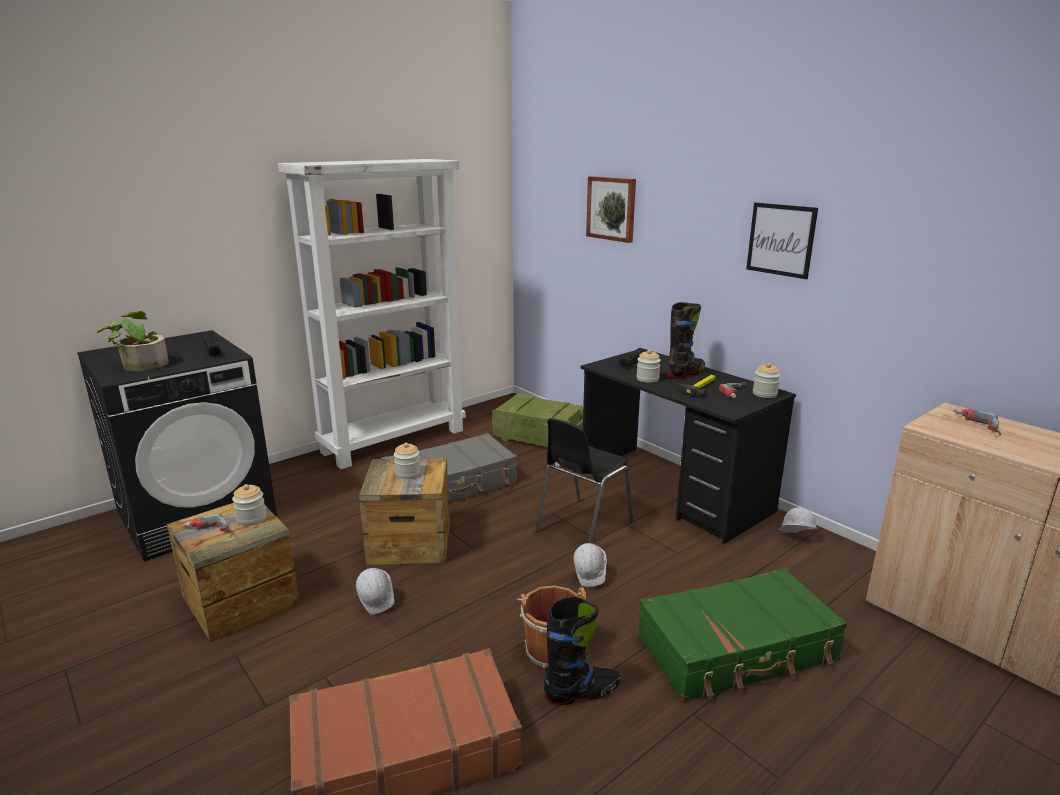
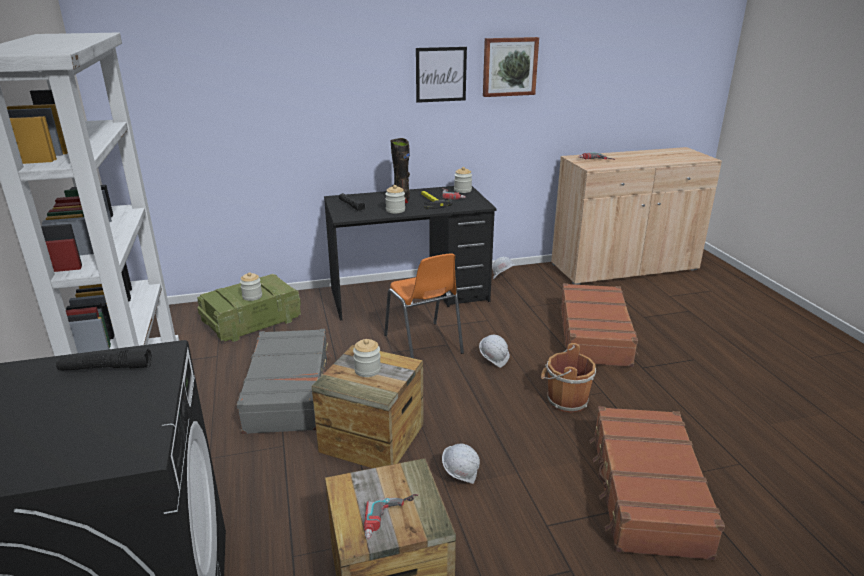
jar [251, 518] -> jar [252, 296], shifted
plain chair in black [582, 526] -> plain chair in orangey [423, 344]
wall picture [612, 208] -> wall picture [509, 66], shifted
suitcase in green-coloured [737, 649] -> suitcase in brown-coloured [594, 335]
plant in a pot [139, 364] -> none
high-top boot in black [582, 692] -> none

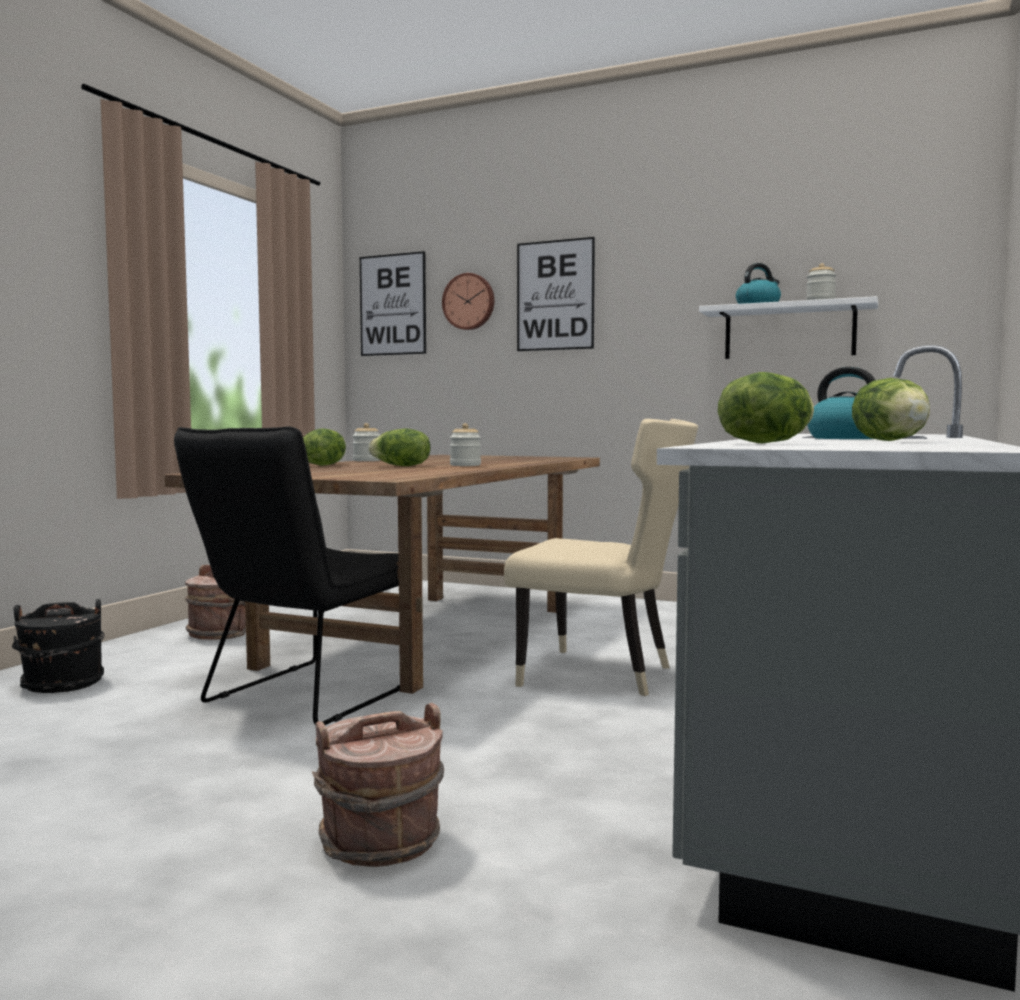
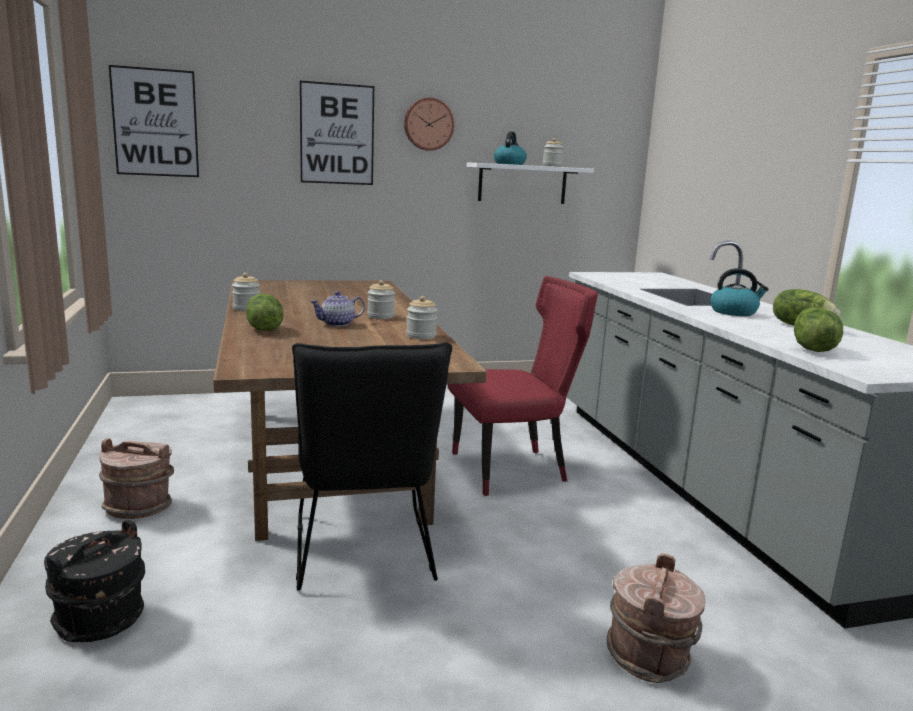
lettuce [401, 466] -> tea pot [337, 324]
hanging clock [469, 302] -> hanging clock [428, 124], shifted
none -> jar [421, 336]
plain chair in beige [603, 675] -> plain chair in reddish [514, 469]

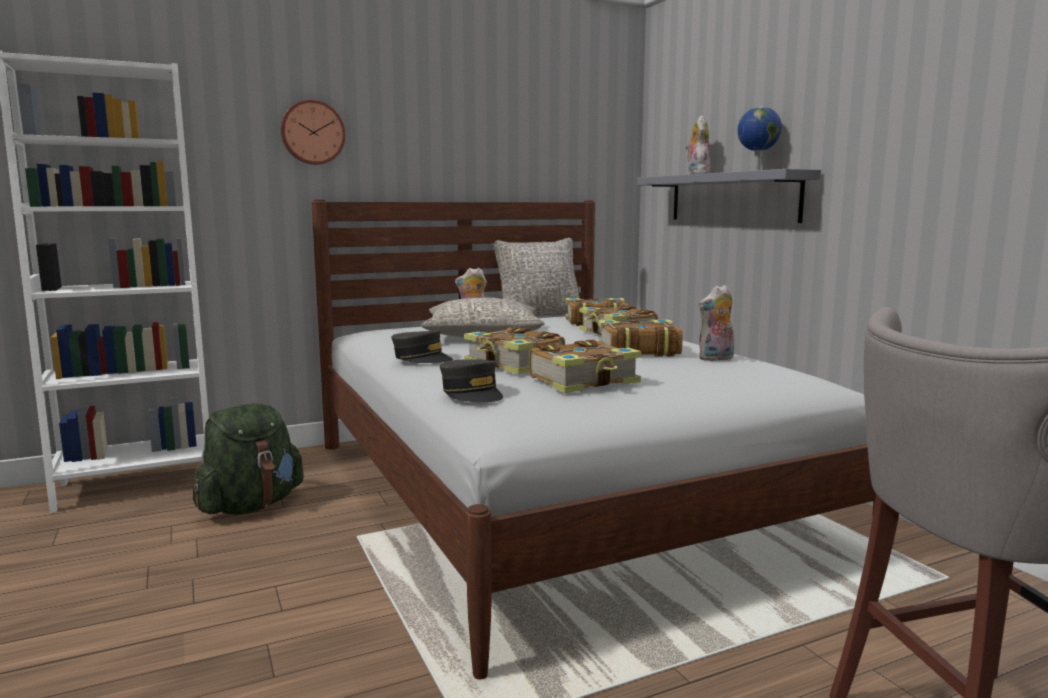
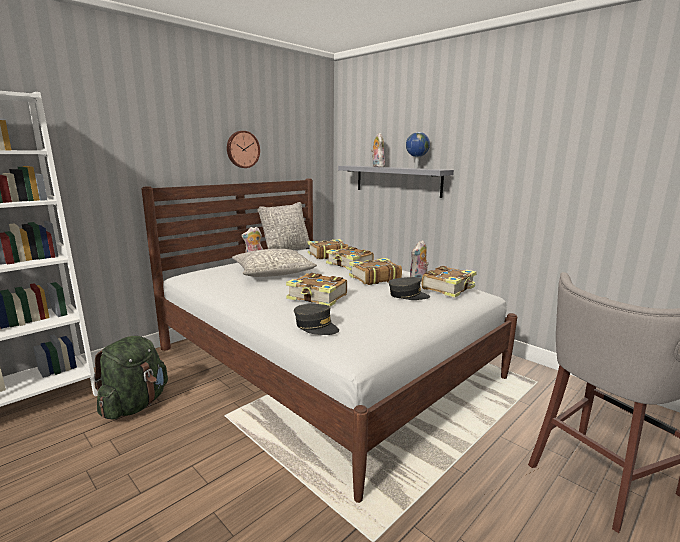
hanging clock [312, 133] -> hanging clock [242, 149], shifted
baseball cap in gray [422, 358] -> baseball cap in gray [408, 295], shifted
bound book [585, 381] -> bound book [449, 288], shifted

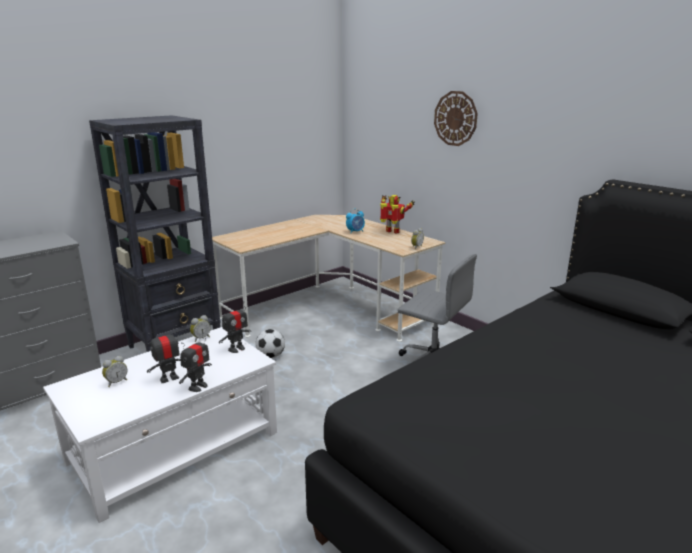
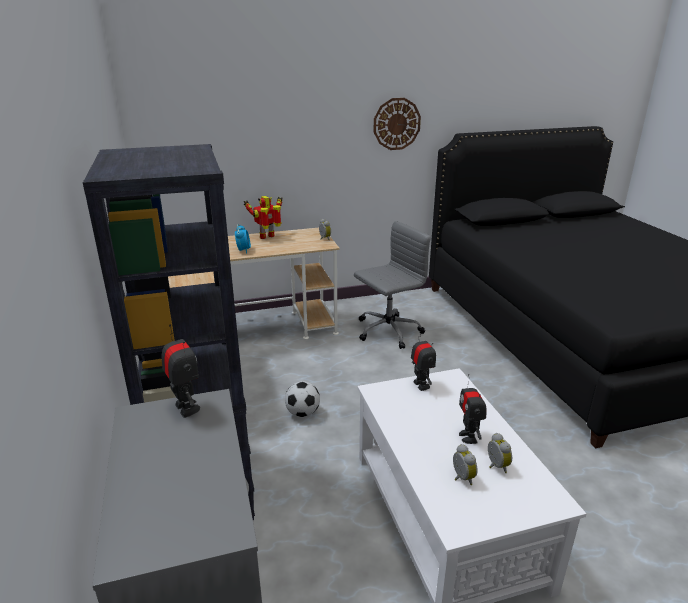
toy robot [198, 387] -> toy robot [186, 408], shifted
hanging clock [455, 118] -> hanging clock [396, 124], shifted
bedside clock [200, 338] -> bedside clock [496, 466], shifted

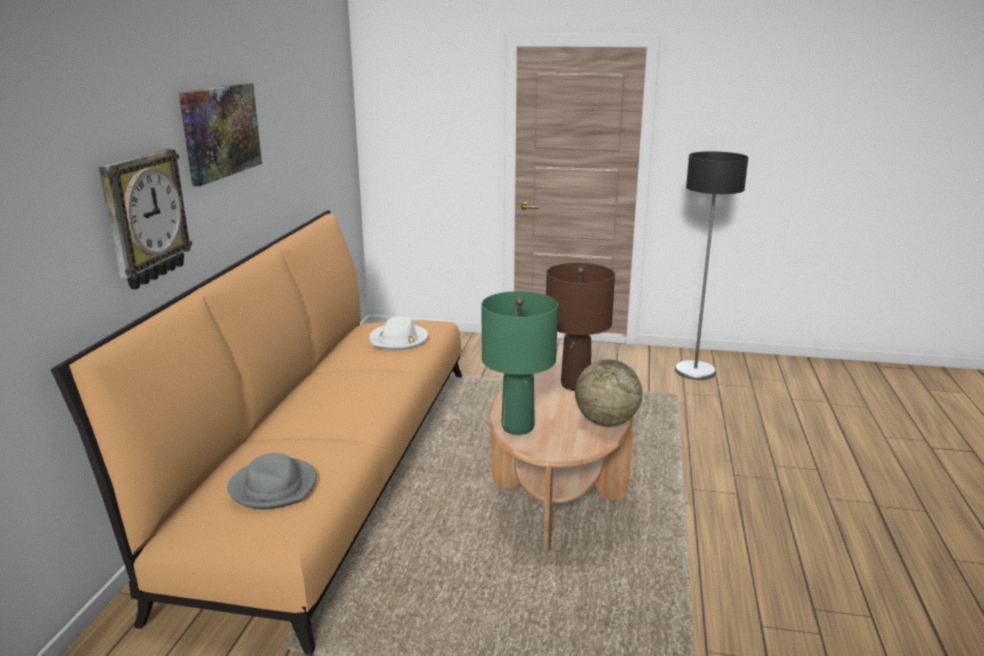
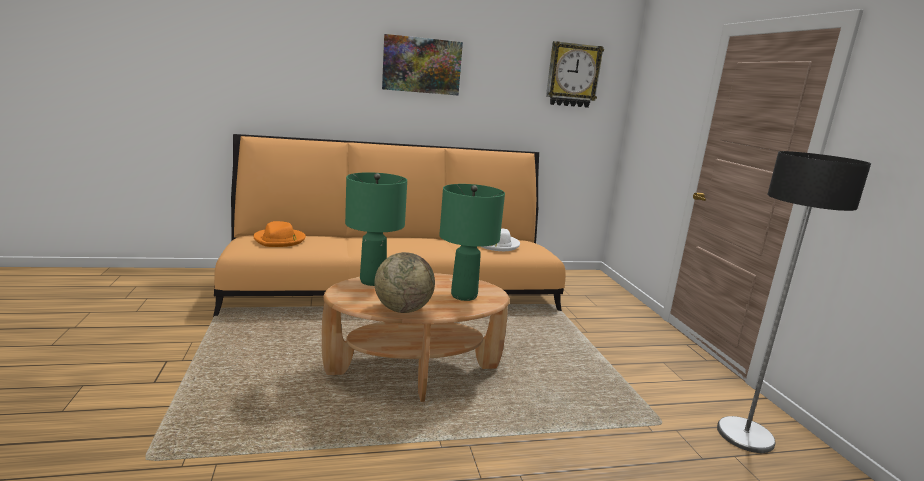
hat in gray [274, 487] -> hat in orangey [280, 240]
lamp for a table in brown-coloured [575, 385] -> lamp for a table in green-coloured [463, 295]
hanging clock [144, 218] -> hanging clock [572, 75], shifted

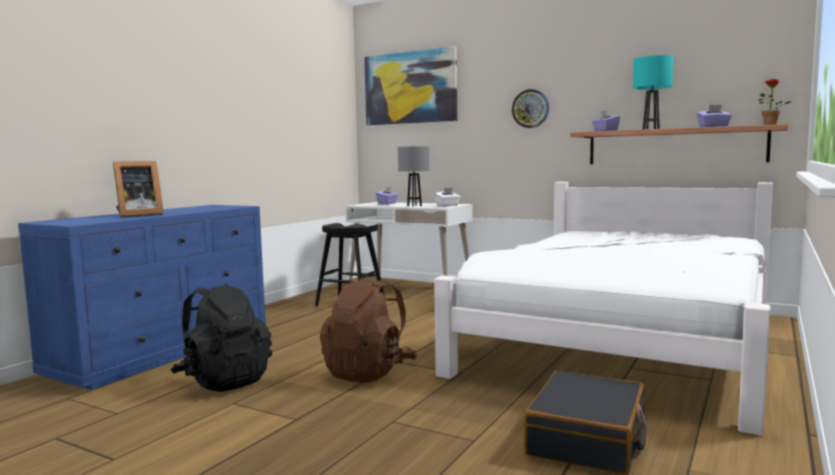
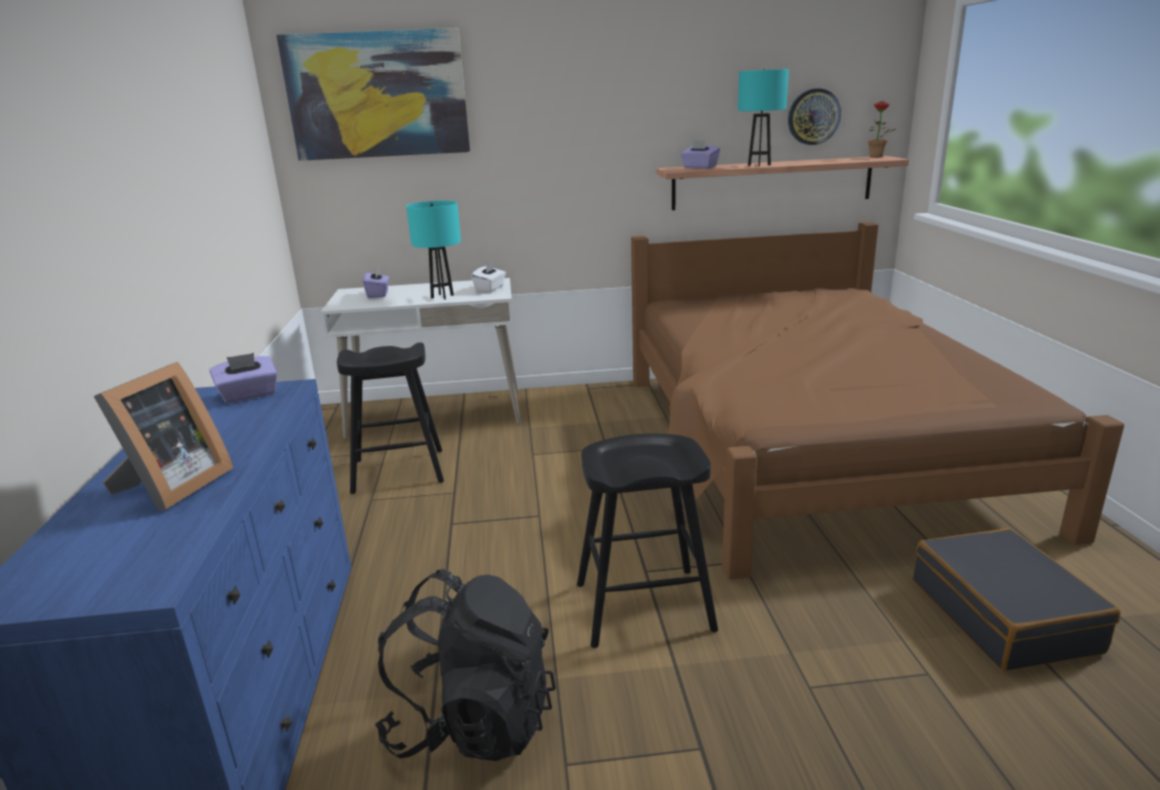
box of tissues in purple-coloured [713, 127] -> box of tissues in purple-coloured [249, 395], shifted
lamp for a table in gray [414, 206] -> lamp for a table in turquoise [442, 296]
knapsack in brown-coloured [369, 372] -> stool seat in black [643, 607]
bedroom bed in white [621, 342] -> bedroom bed in brown-coloured [808, 445]
hanging clock [530, 108] -> hanging clock [813, 116], shifted

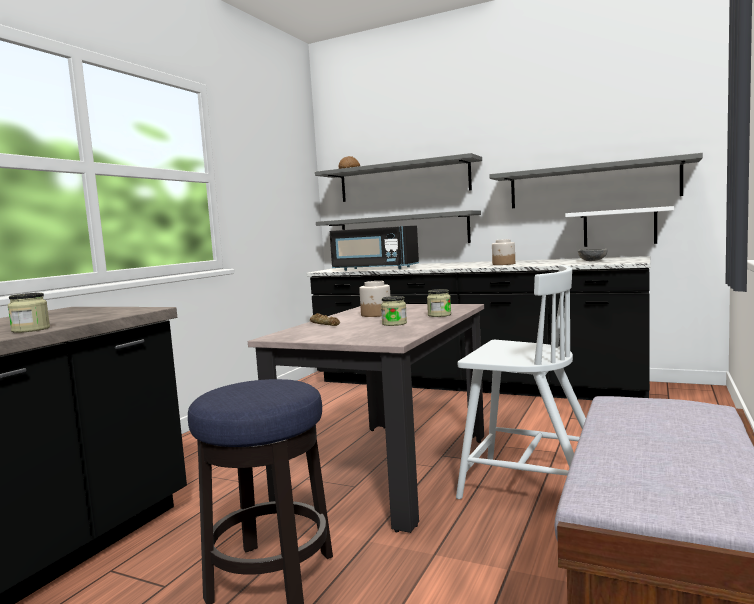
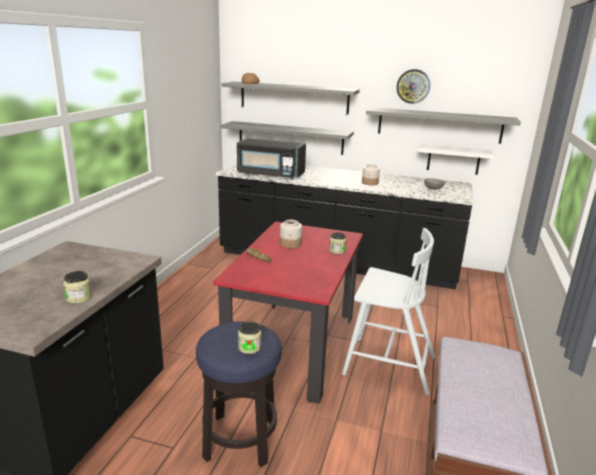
dinner table in beige [389, 468] -> dinner table in reddish [293, 346]
jar [394, 324] -> jar [249, 347], shifted
none -> hanging clock [413, 86]

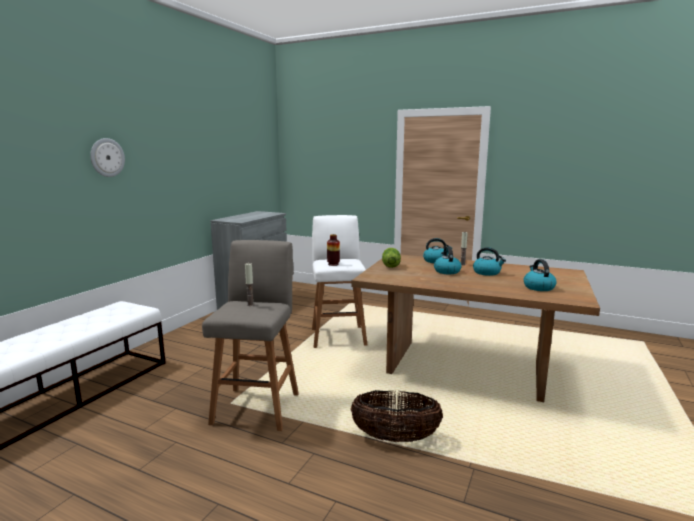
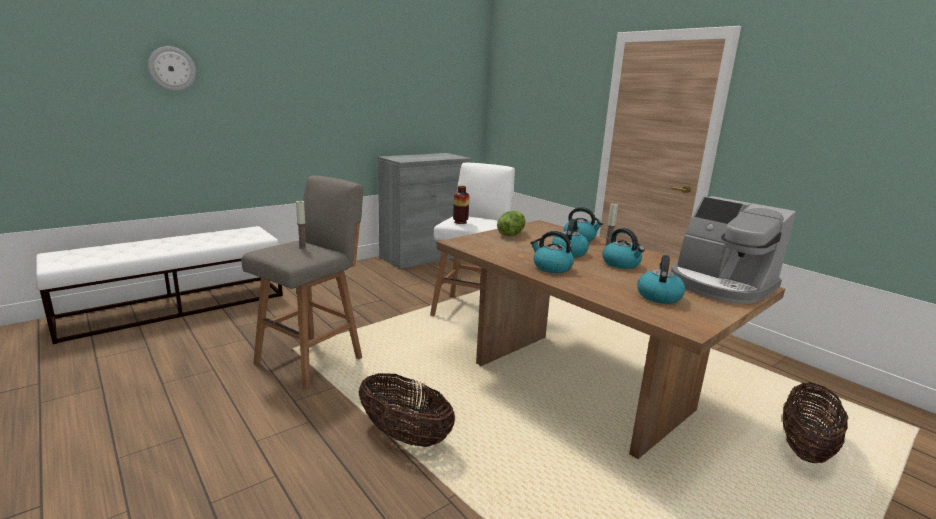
hanging clock [107, 157] -> hanging clock [172, 69], shifted
none -> kettle [551, 267]
none -> coffee maker [720, 285]
none -> household basket [805, 447]

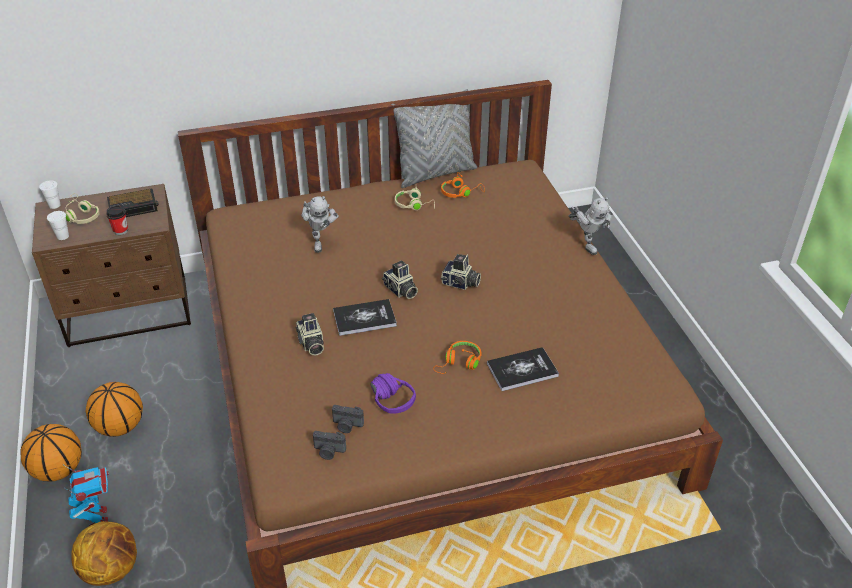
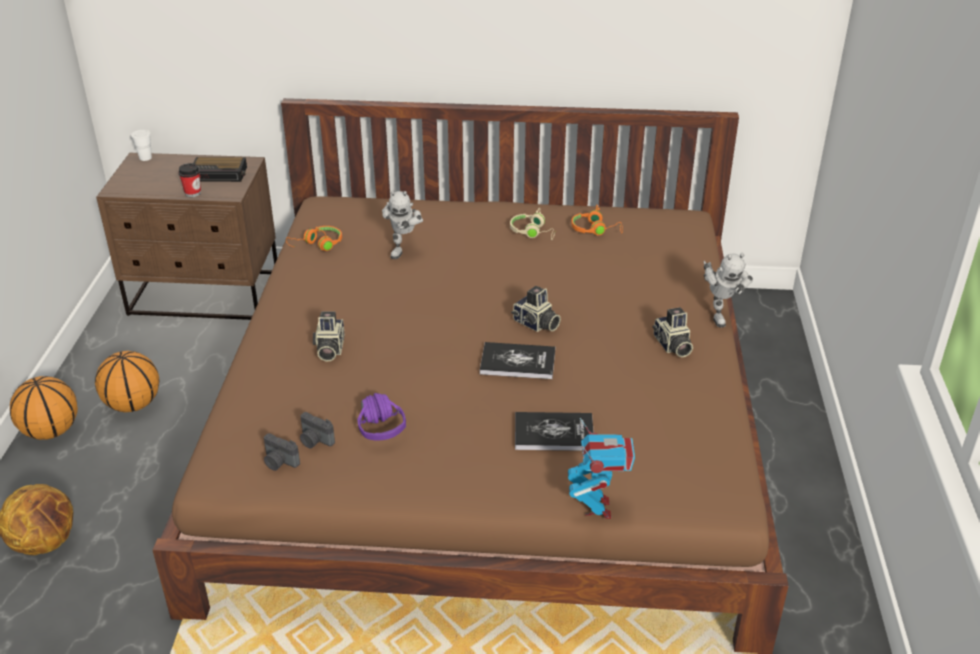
headset in orangey [459, 363] -> headset in orangey [318, 245], shifted
bound book [364, 318] -> bound book [517, 362], shifted
toy robot [98, 517] -> toy robot [598, 508], shifted
photo camera [400, 290] -> photo camera [672, 346], shifted
drinking cup in white [63, 236] -> none
headset in beige [81, 215] -> none
pillow in gray [435, 173] -> none

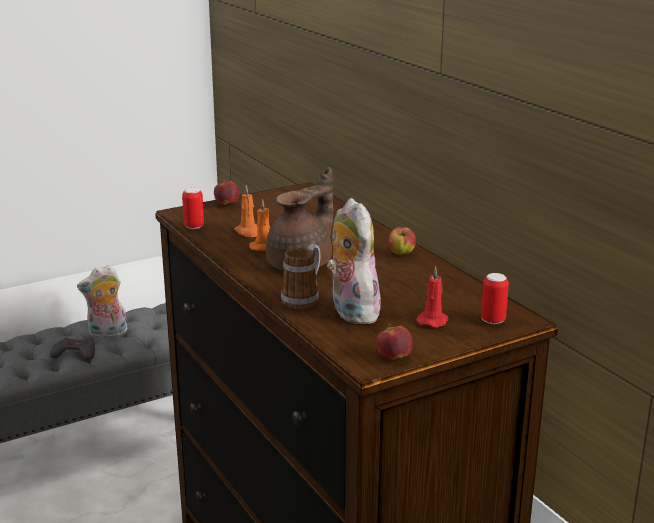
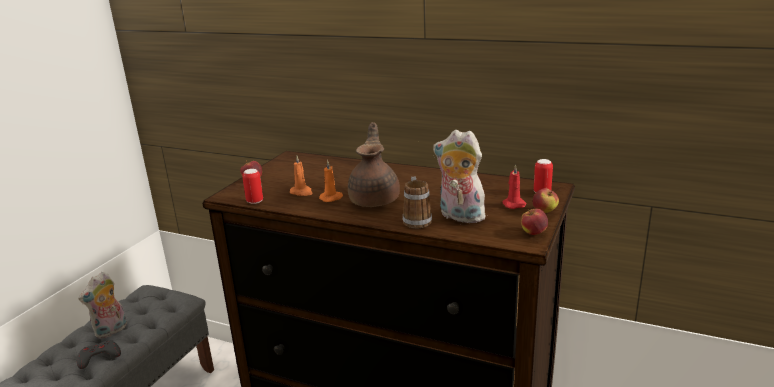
whole apple [401, 253] -> whole apple [544, 211], shifted

